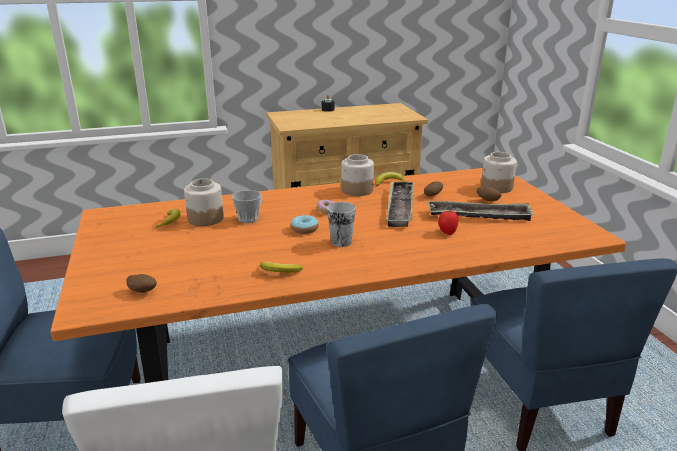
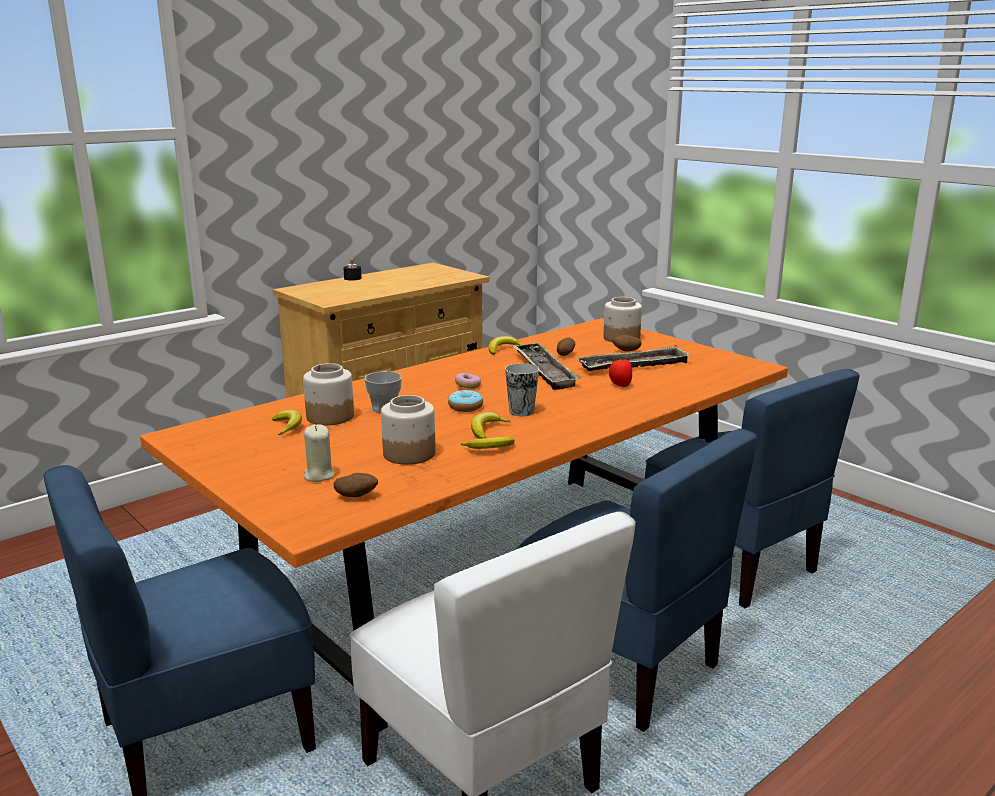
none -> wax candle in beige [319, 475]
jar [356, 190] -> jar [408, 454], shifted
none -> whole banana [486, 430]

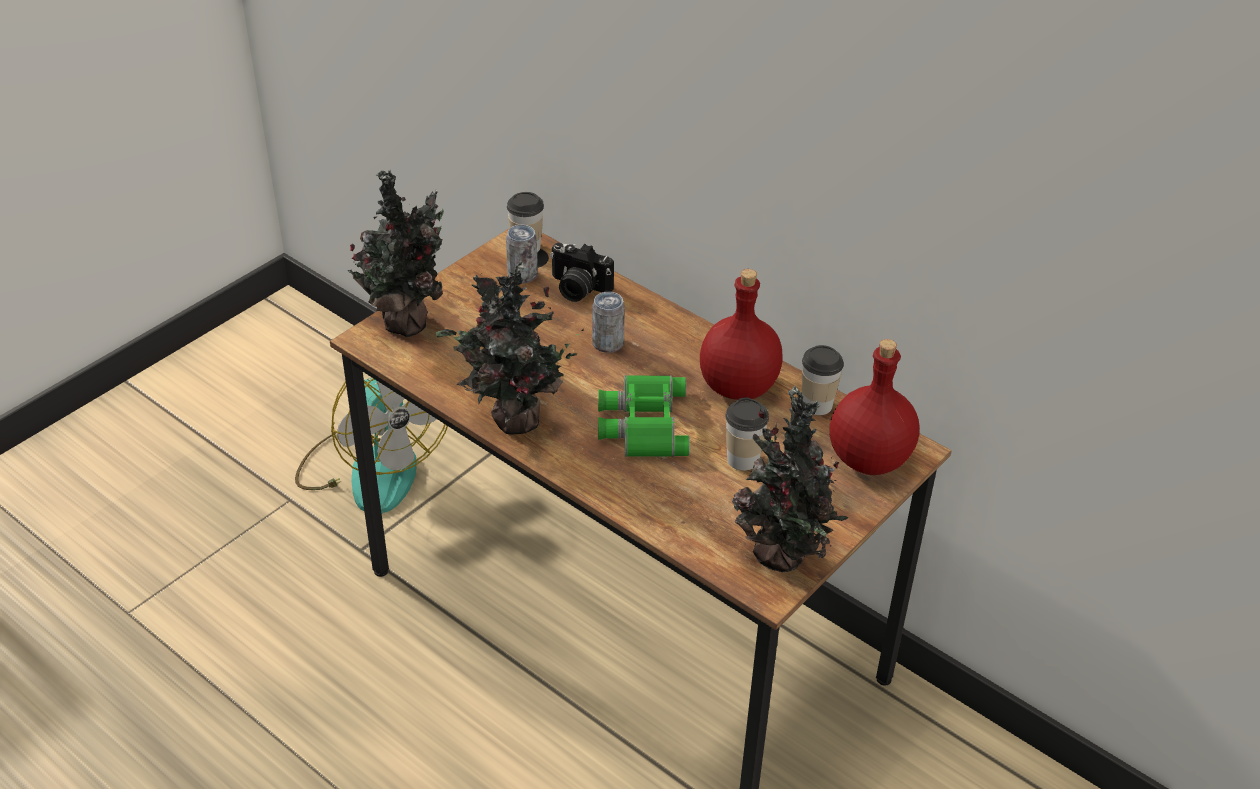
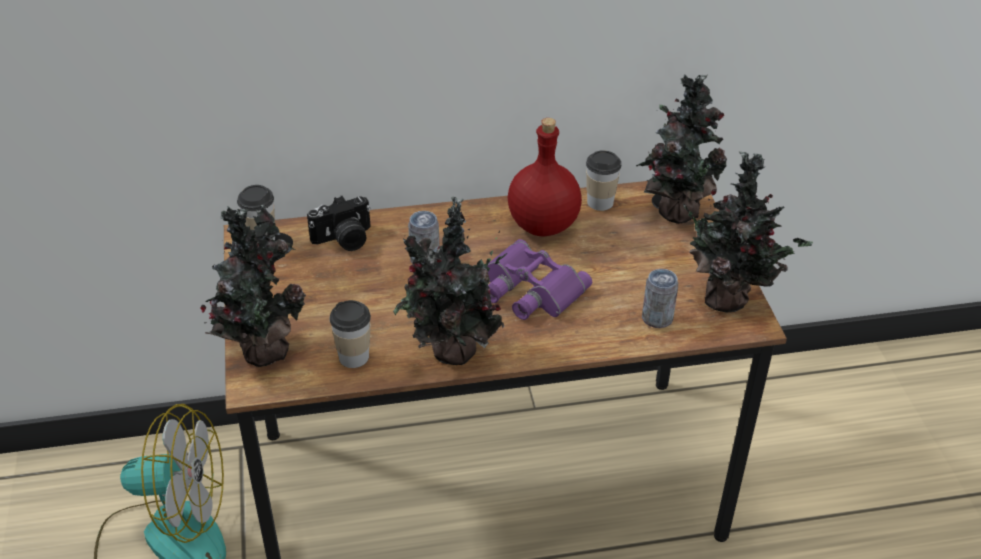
drinking cup [743, 459] -> drinking cup [354, 357], shifted
pair of binoculars in green-coloured [641, 423] -> pair of binoculars in purple-coloured [528, 290]
beverage bottle in reddish [868, 458] -> plant in a pot [674, 211]
can [522, 275] -> can [657, 318], shifted

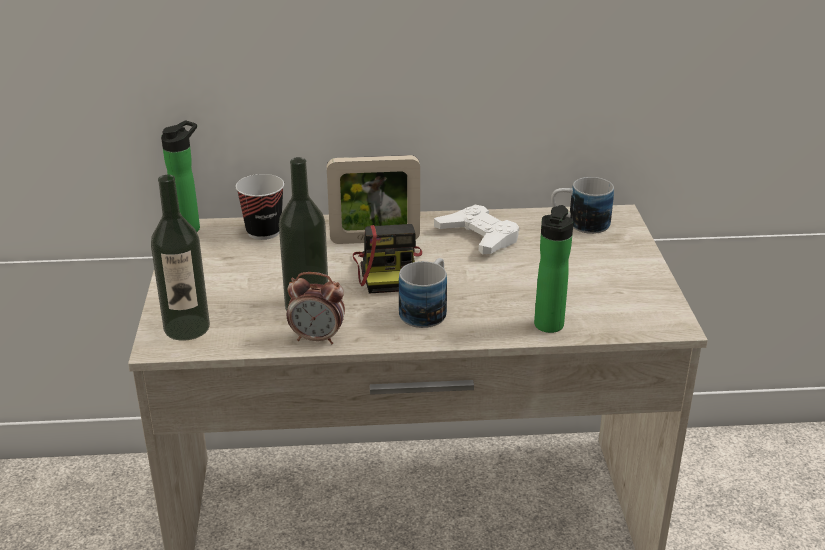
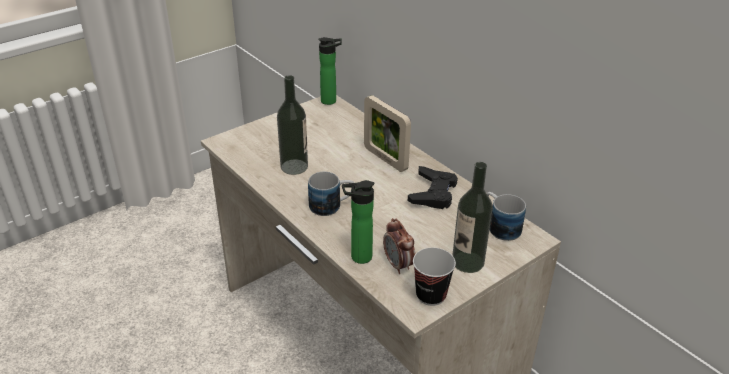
bedside clock [317, 338] -> bedside clock [398, 265], shifted
gamepad in white [479, 237] -> gamepad in black [433, 193]
drinking cup [264, 231] -> drinking cup [431, 295], shifted
beverage bottle [187, 327] -> beverage bottle [468, 262], shifted
photo camera [389, 270] -> none

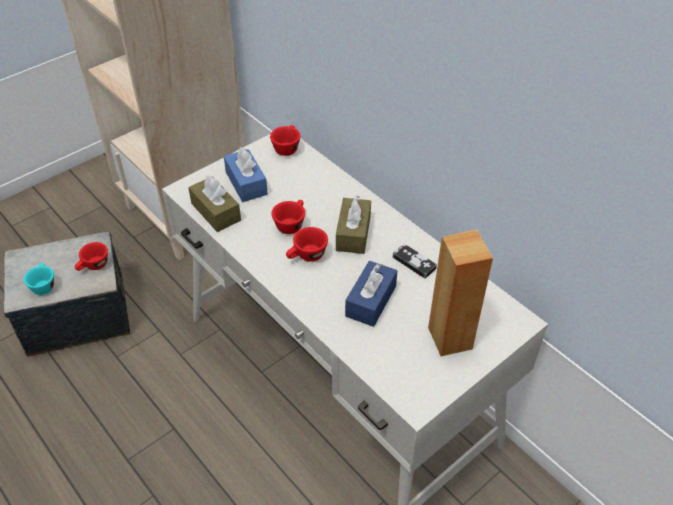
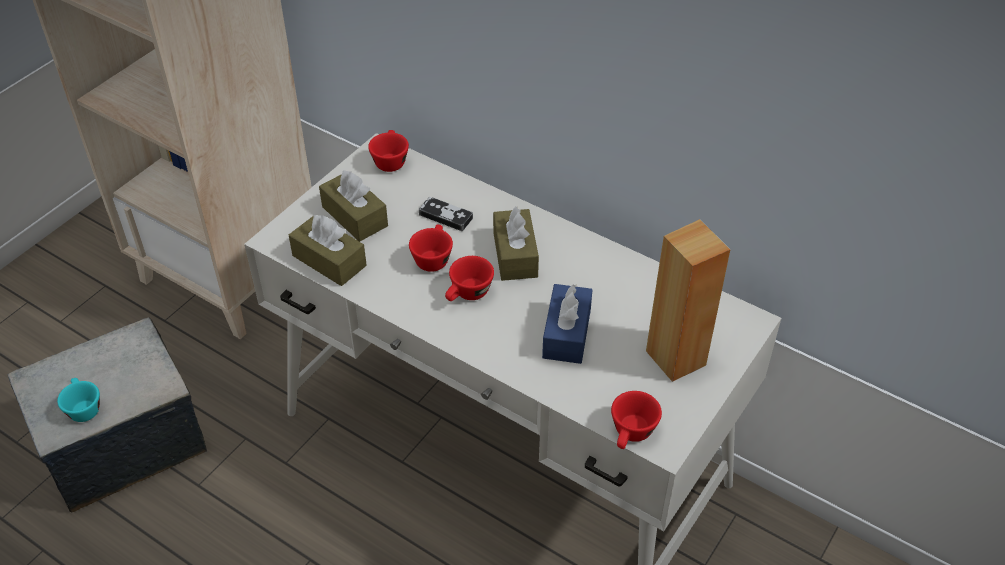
box of tissues in bluish [246, 183] -> box of tissues in brown-coloured [355, 216]
gamepad [414, 263] -> gamepad [445, 216], shifted
drinking cup in reddish [94, 266] -> drinking cup in reddish [631, 435], shifted

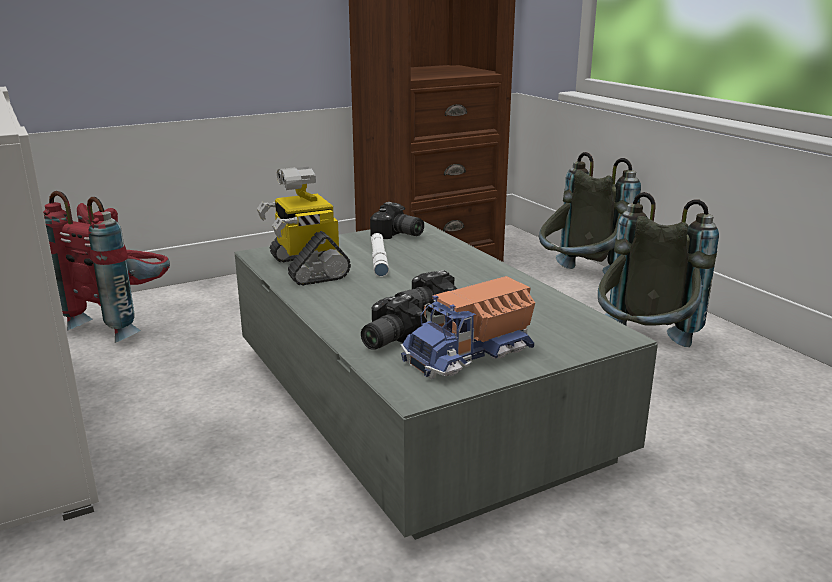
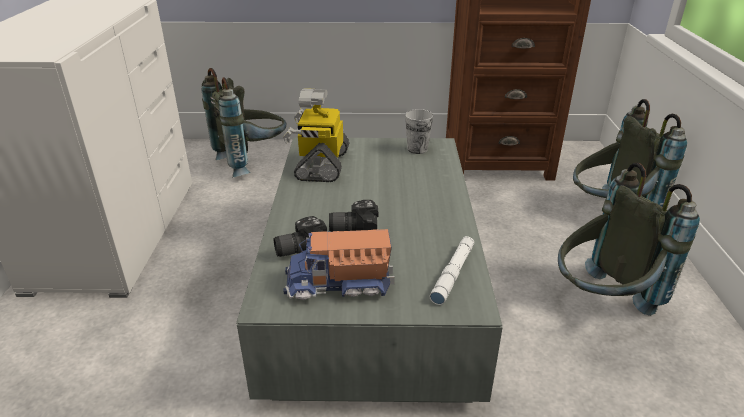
knapsack in reddish [124, 322] -> knapsack in gray [252, 161]
photo camera [397, 235] -> drinking cup [417, 149]
torch in white [379, 260] -> torch in white [453, 274], shifted

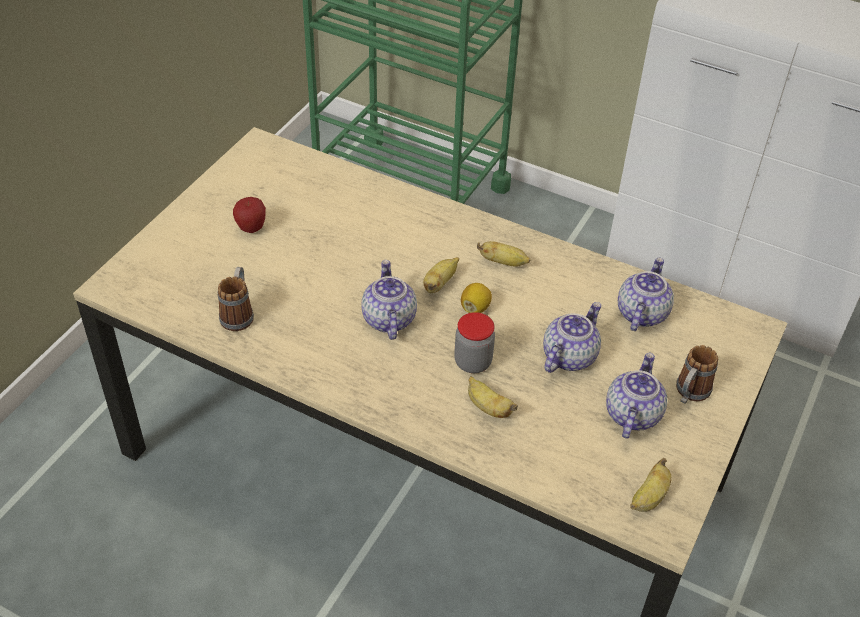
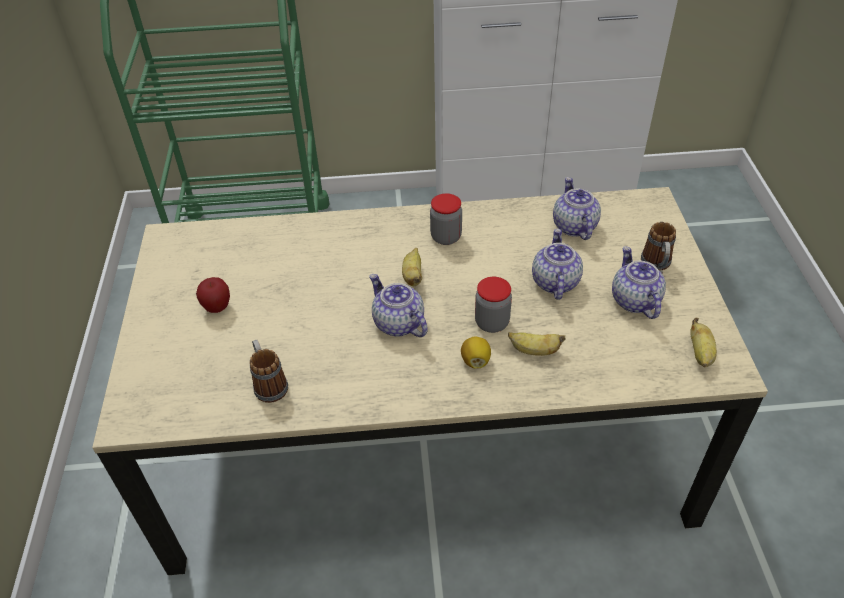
whole banana [503, 262] -> jar [446, 237]
citrus fruit [475, 308] -> citrus fruit [475, 361], shifted

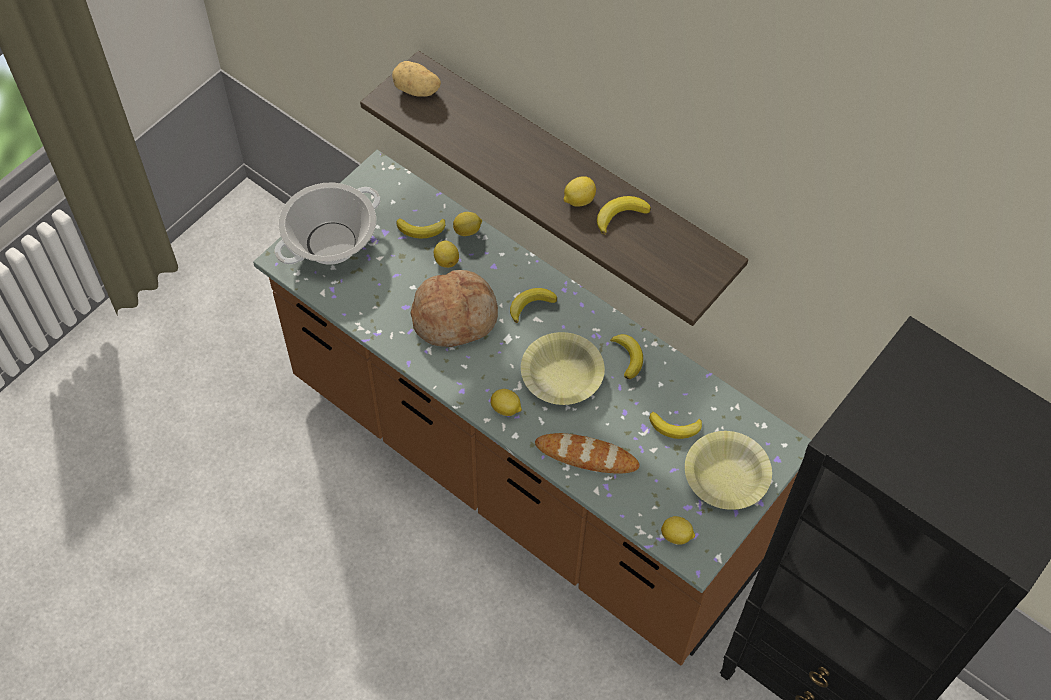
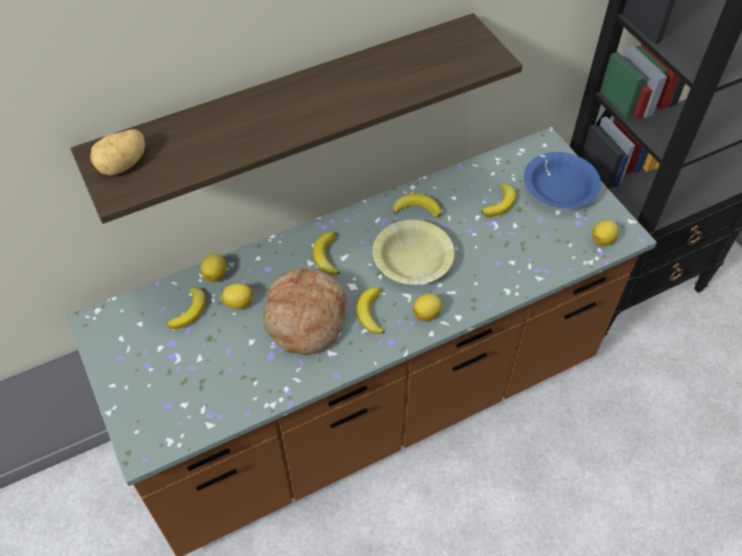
whole banana [620, 215] -> whole banana [370, 313], shifted
bowl in yellow [726, 477] -> bowl in bluish [559, 189]
stockpot [331, 243] -> none
baked bread [586, 456] -> none
citrus fruit [578, 200] -> none

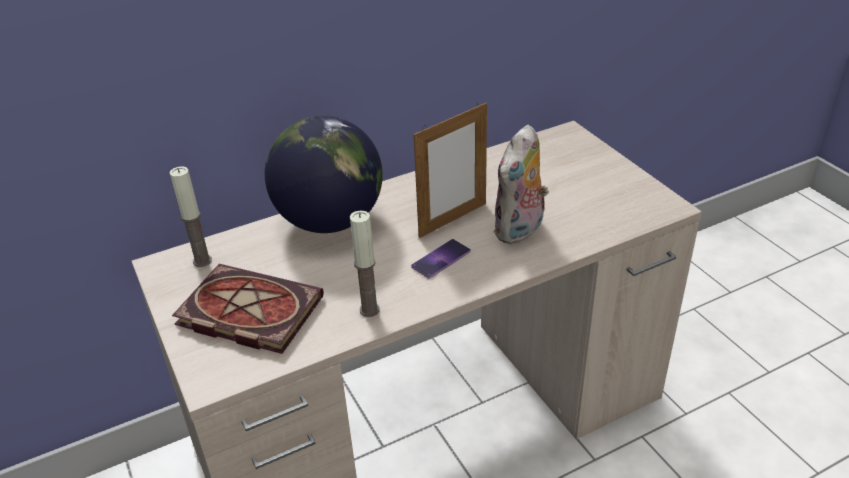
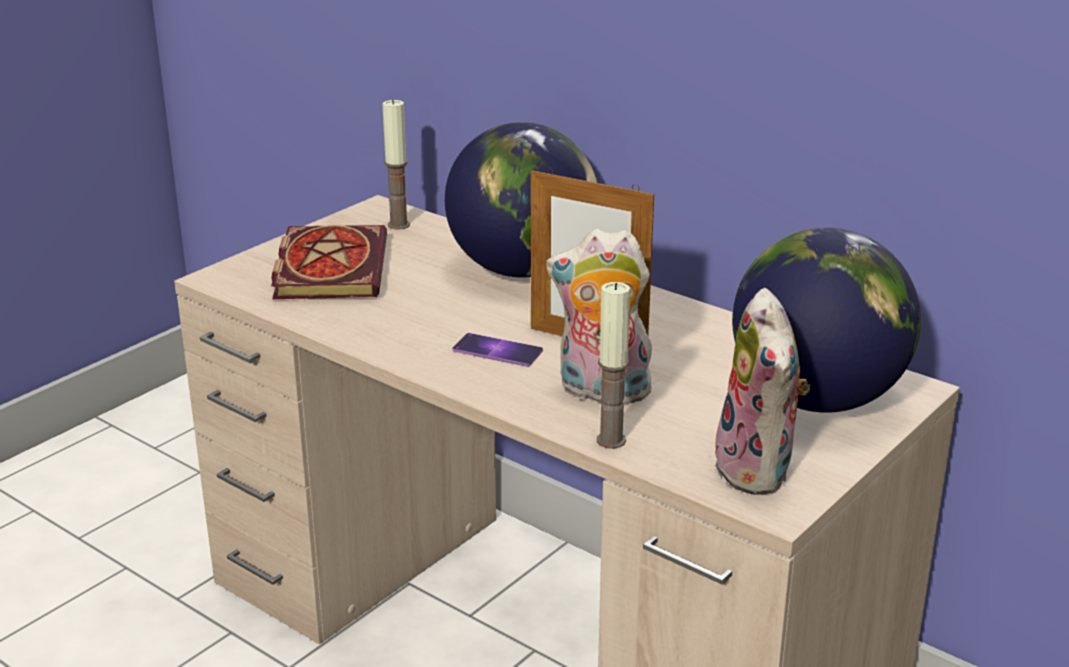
wax candle [369, 310] -> wax candle [611, 440], shifted
none -> soft toy [759, 471]
none -> desk globe [816, 398]

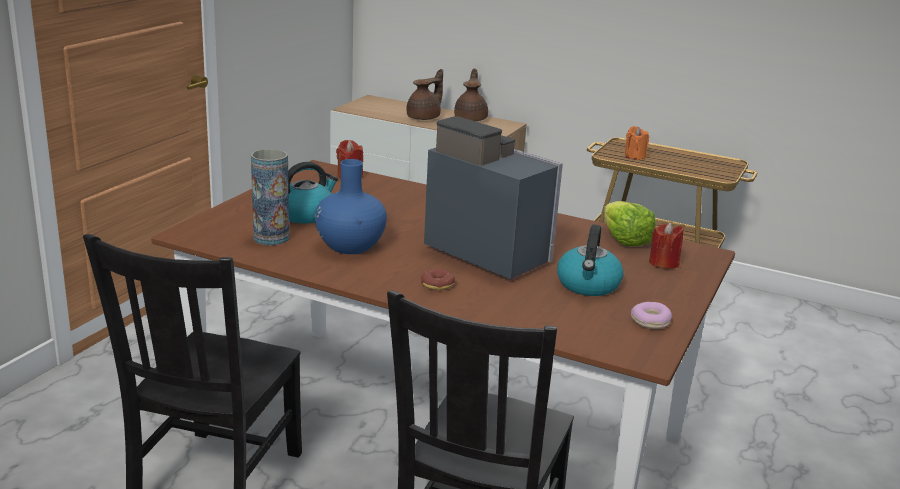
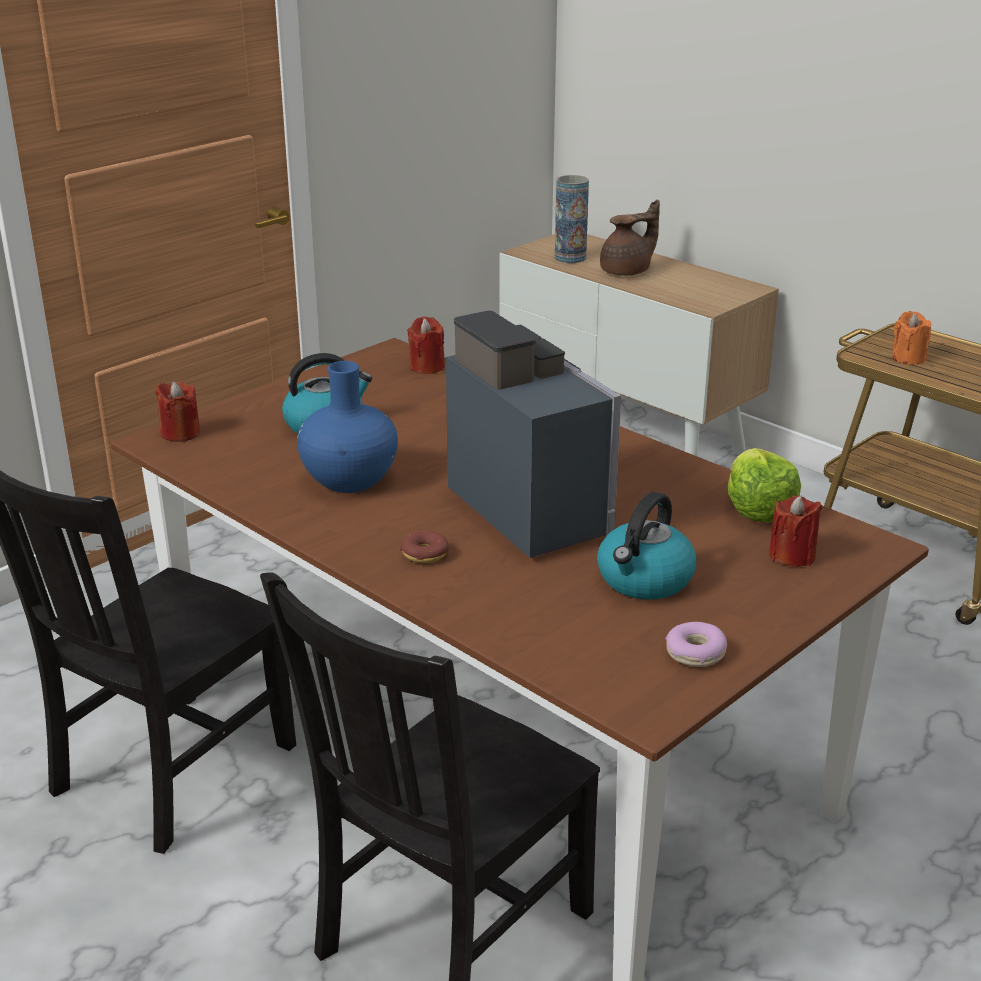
none -> wax candle in reddish [180, 433]
vase [271, 238] -> vase [570, 258], shifted
tea pot in brown-coloured [471, 119] -> none

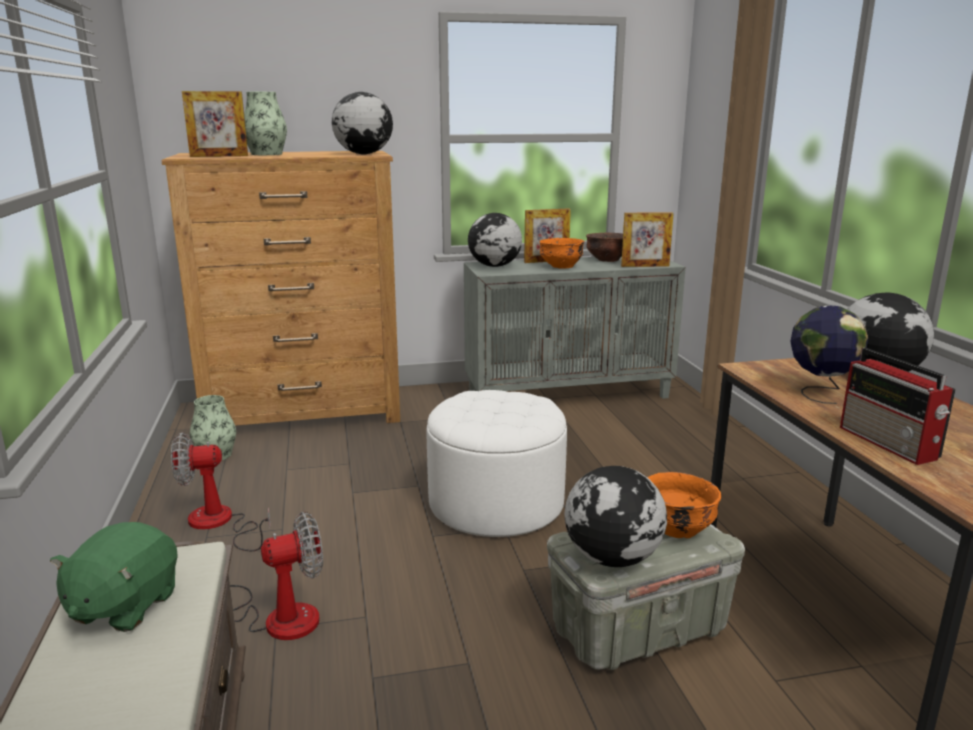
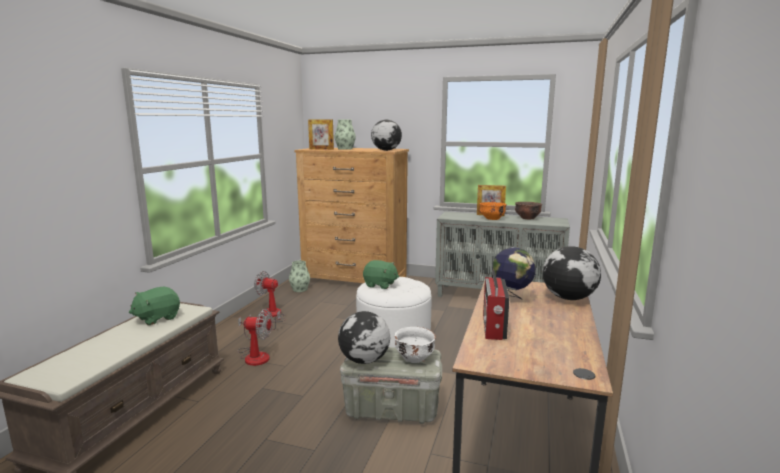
none -> soft toy in green-coloured [380, 285]
bowl in orangey [677, 528] -> bowl in white [414, 358]
desk globe [494, 266] -> none
standing frame [645, 266] -> none

